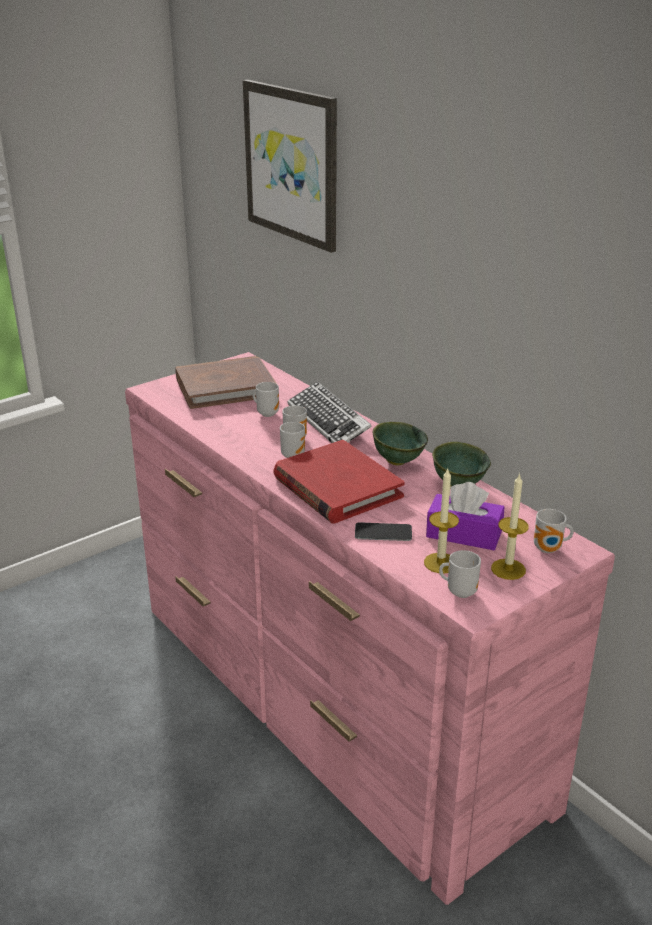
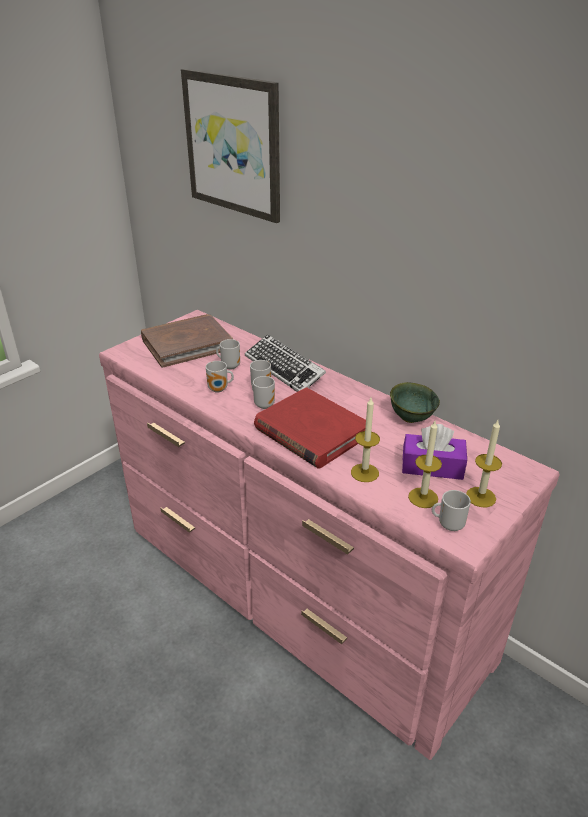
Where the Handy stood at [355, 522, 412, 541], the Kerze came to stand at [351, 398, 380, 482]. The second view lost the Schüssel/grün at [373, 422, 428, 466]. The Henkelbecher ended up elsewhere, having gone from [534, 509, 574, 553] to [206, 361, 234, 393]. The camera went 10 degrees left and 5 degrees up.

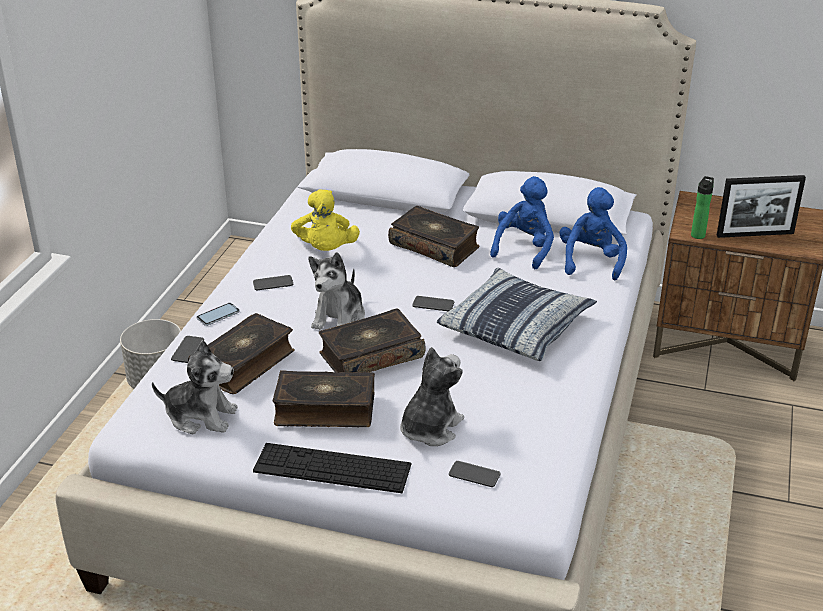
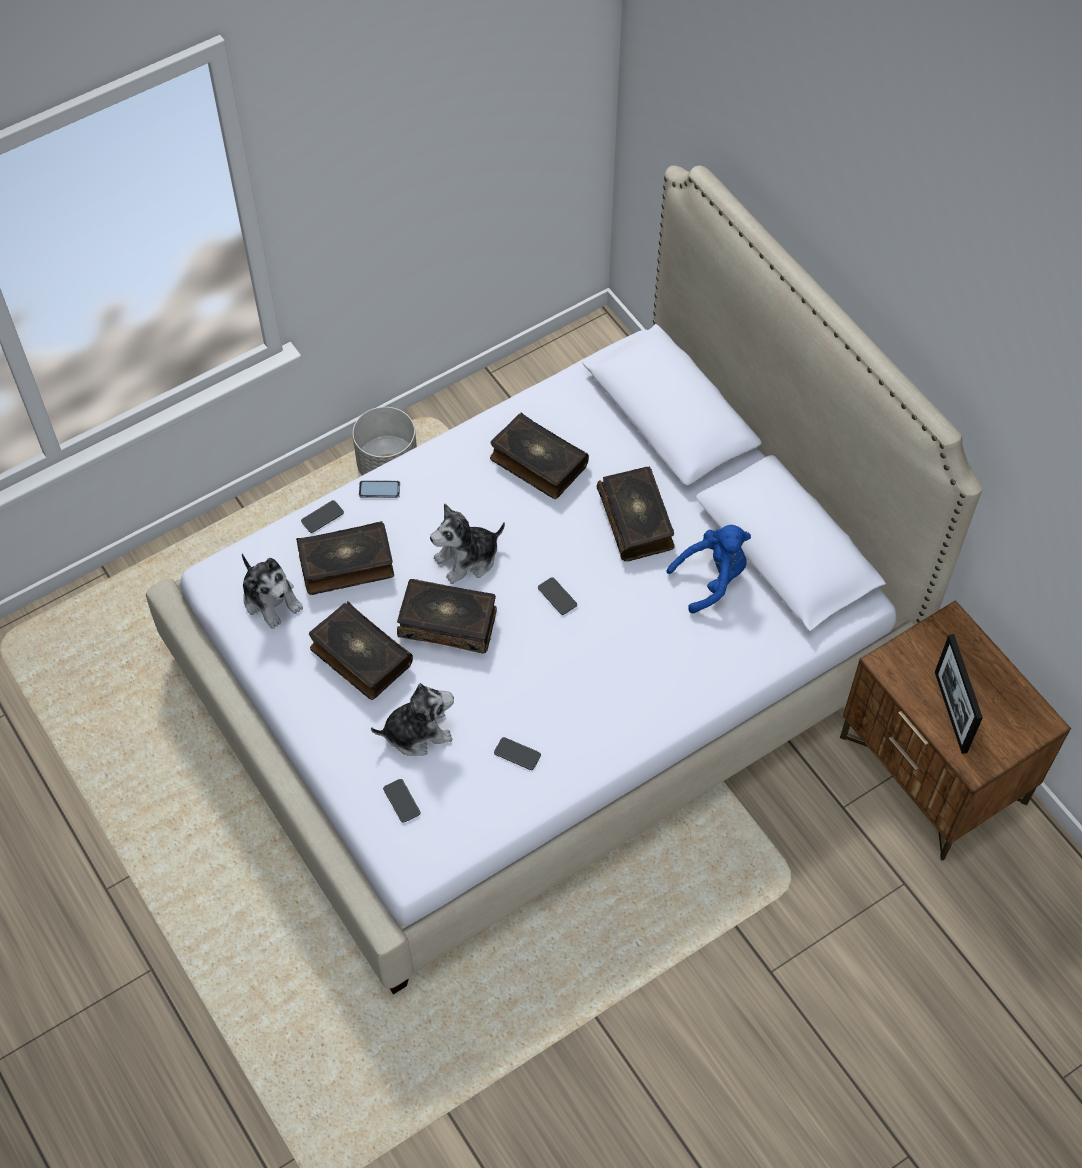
The Handy ended up elsewhere, having gone from [253, 275, 293, 290] to [494, 737, 541, 770]. The second view lost the Tastatur at [253, 443, 411, 493]. Where the Plüschtier/gelb stood at [291, 189, 360, 251], the Buch came to stand at [490, 412, 589, 499]. The second view lost the Kissen at [437, 268, 597, 361]. The second view lost the Plüschtier/blau at [560, 187, 627, 281]. The second view lost the Flasche at [691, 176, 714, 239]. The Bilderrahmen at [717, 175, 806, 238] ended up facing another way, 45 degrees clockwise from before. The camera went 40 degrees right and 25 degrees up.

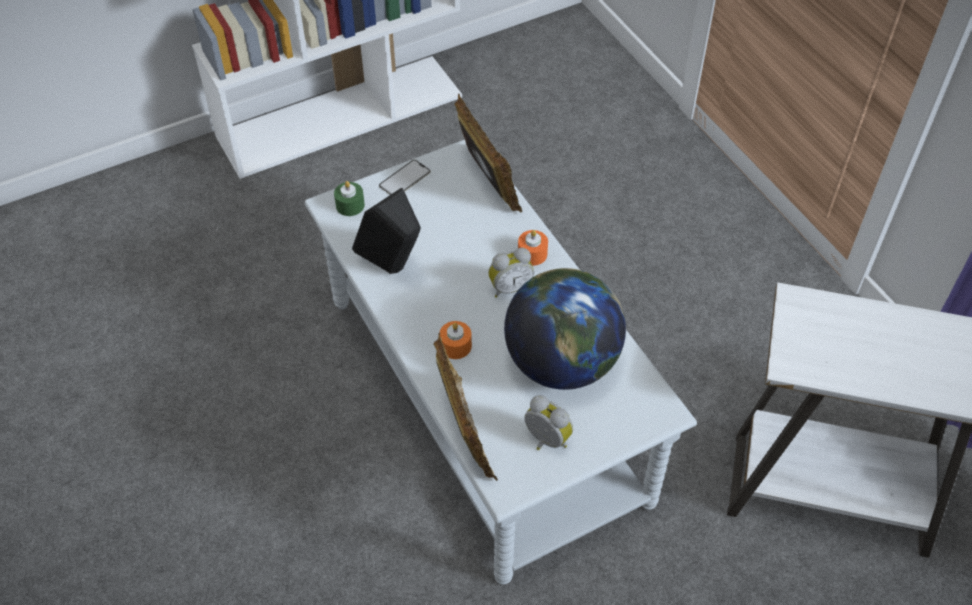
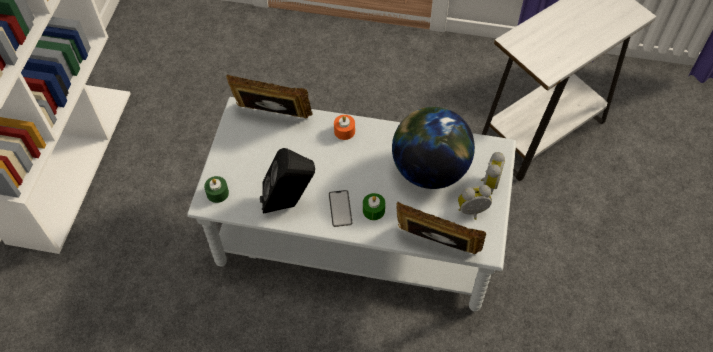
The Handy ended up elsewhere, having gone from [379, 159, 431, 195] to [329, 190, 353, 227]. What was the Kerze/orange at [440, 321, 472, 359] turned into the Kerze/grün at [363, 193, 385, 220]. The Wecker ended up elsewhere, having gone from [488, 248, 534, 298] to [481, 152, 505, 194]. The camera went 50 degrees left and 5 degrees up.

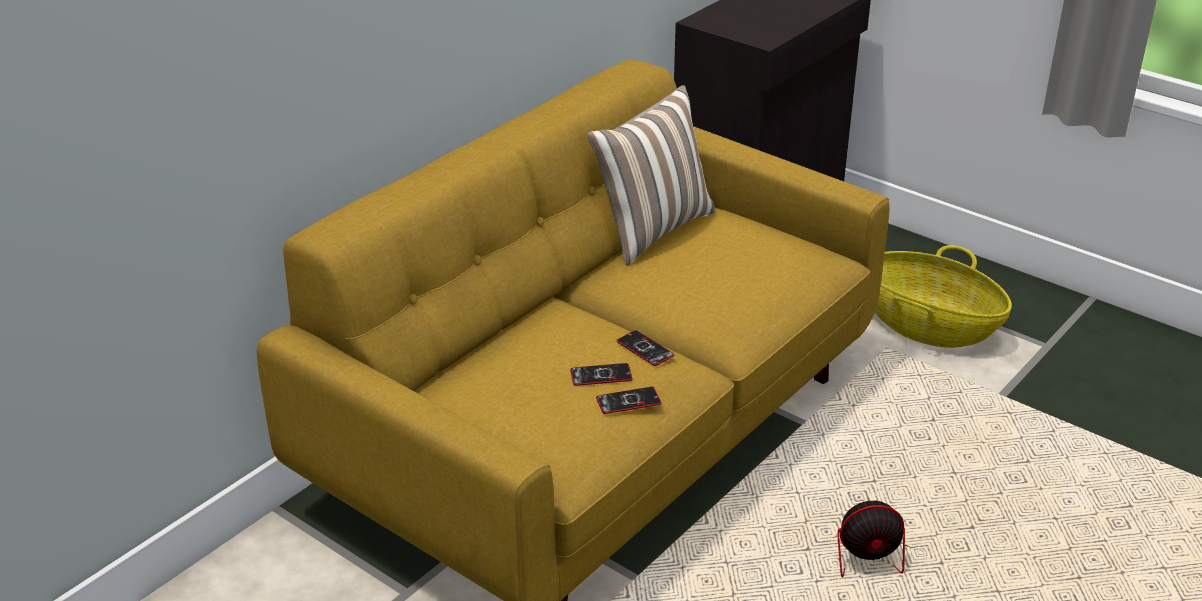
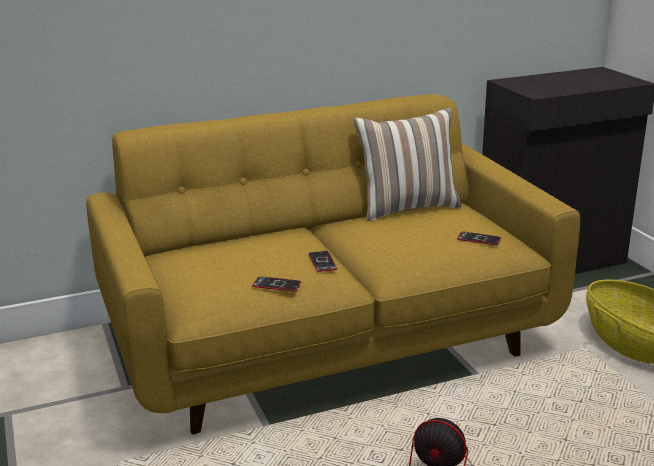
The Handy ended up elsewhere, having gone from [570, 363, 633, 386] to [457, 231, 501, 245]. The camera went 30 degrees right and 10 degrees down.

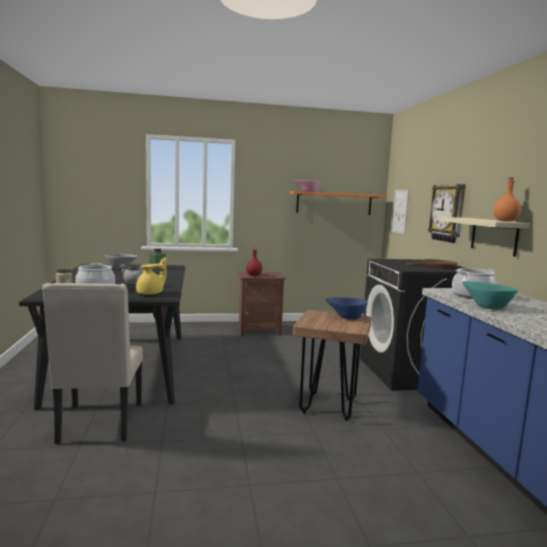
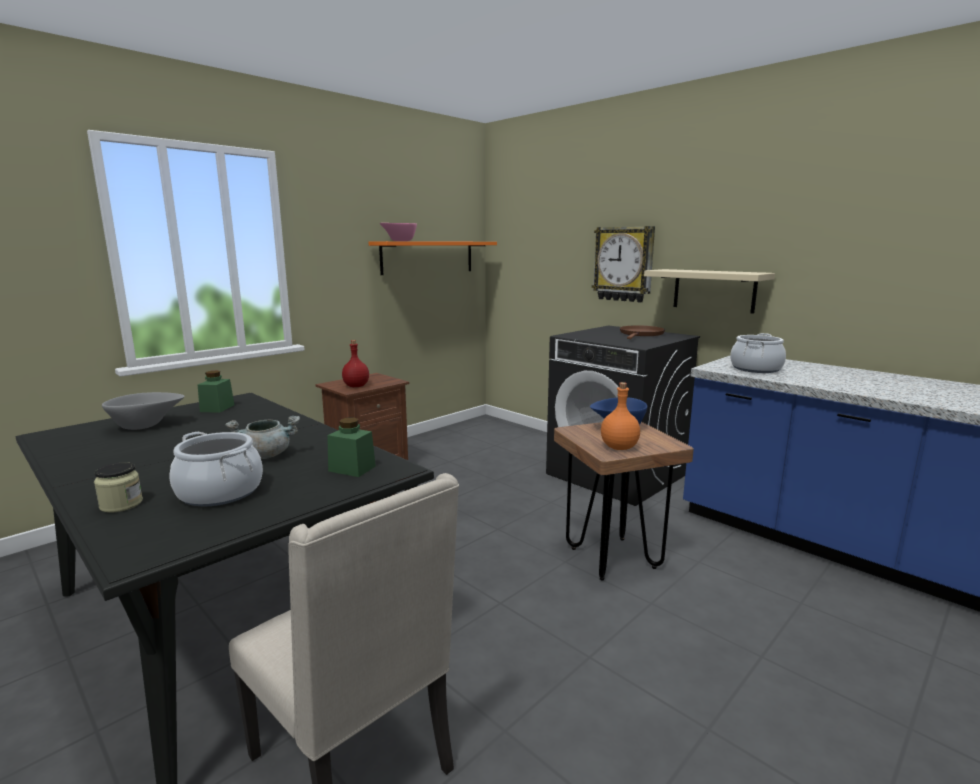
Where the Teekanne/gelb stood at [136, 257, 167, 295], the Vorratsglas/grün came to stand at [327, 418, 376, 477]. The second view lost the Bild at [391, 190, 409, 234]. The second view lost the Schüssel/türkis at [462, 281, 518, 309]. The Flasche/orange ended up elsewhere, having gone from [493, 177, 521, 222] to [601, 382, 640, 450]. The camera went 35 degrees left and 5 degrees up.

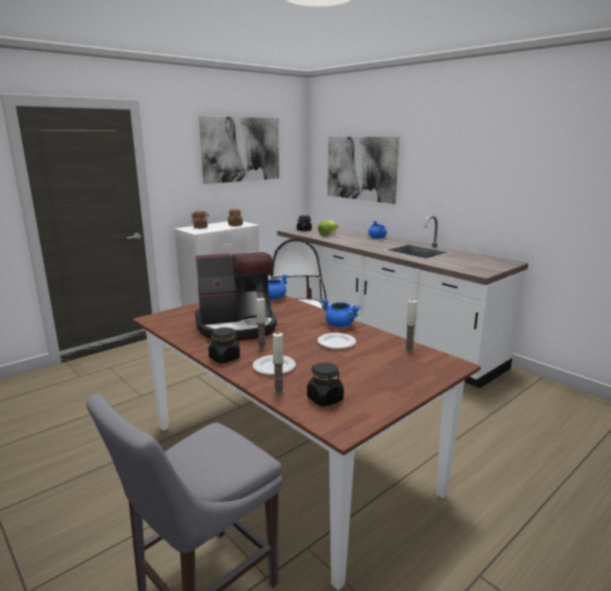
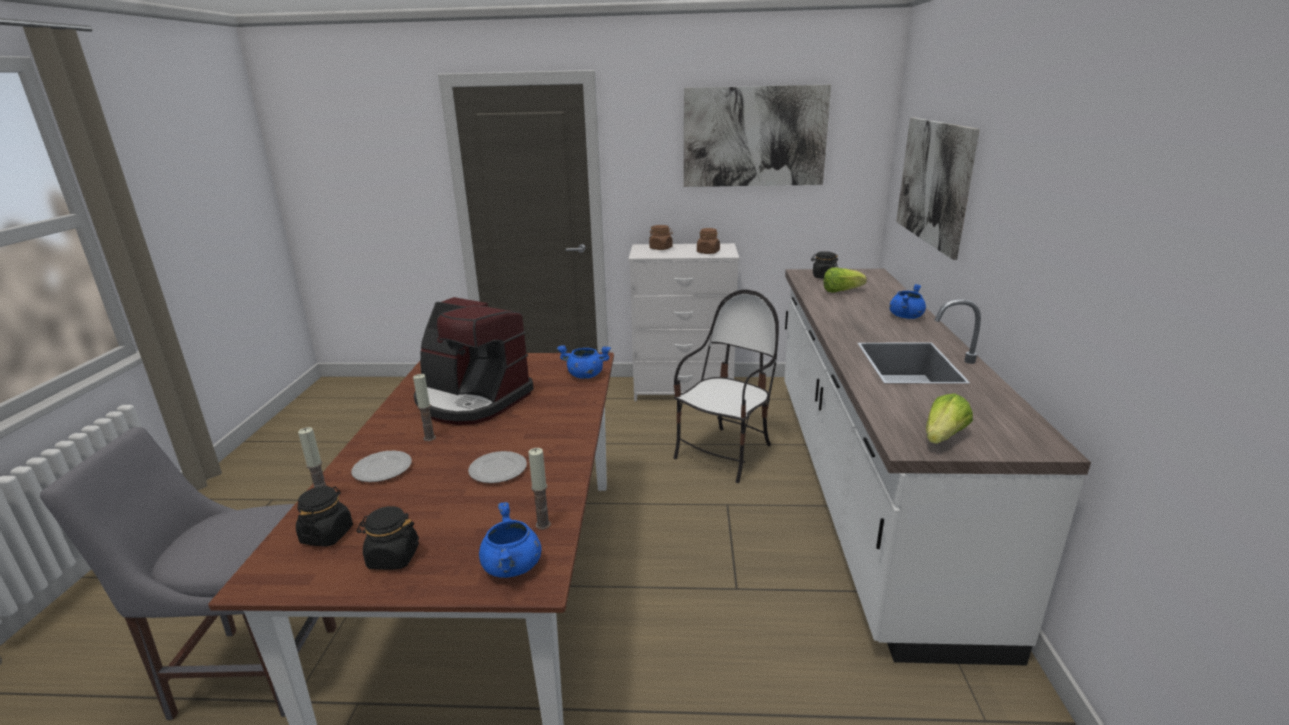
The Vorratsglas/schwarz ended up elsewhere, having gone from [207, 327, 240, 364] to [357, 506, 419, 570]. The Kochtopf/blau ended up elsewhere, having gone from [321, 298, 360, 327] to [479, 502, 542, 578]. The second view gained the Salatkopf at [926, 393, 973, 444]. The camera went 45 degrees right and 5 degrees up.

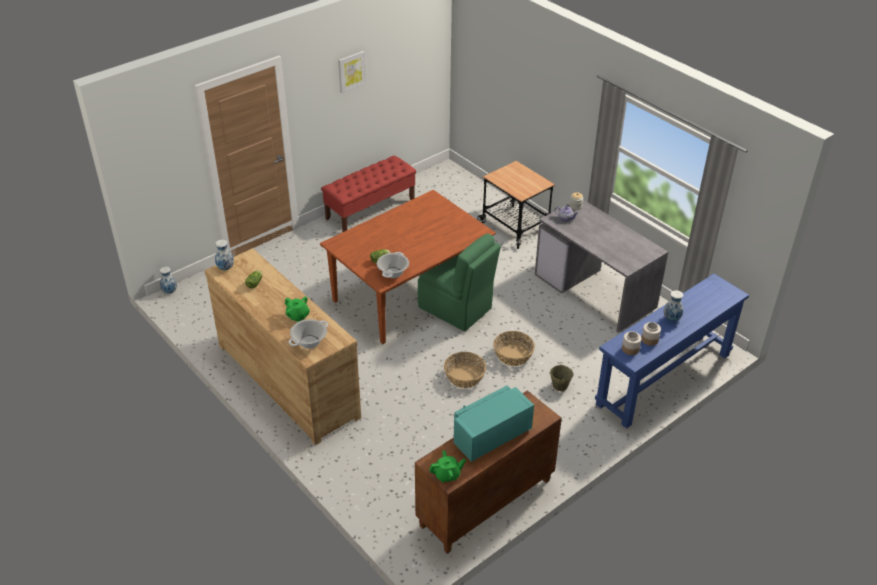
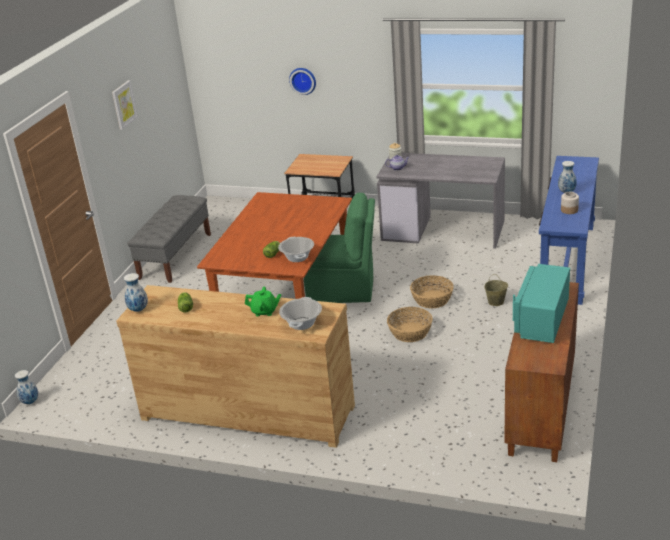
What was the Bank/rot at [321, 156, 416, 232] turned into the Bank/grau at [128, 195, 211, 283]. The second view lost the Teekanne/grün at [429, 450, 466, 482]. The second view lost the Vorratsglas at [622, 331, 642, 355]. The second view gained the Wanduhr at [289, 68, 316, 95]. The camera went 30 degrees left and 10 degrees down.

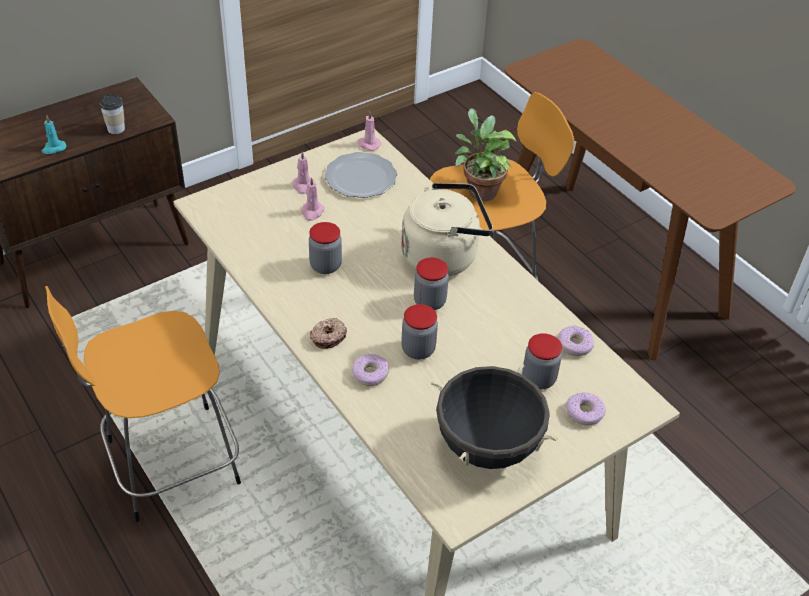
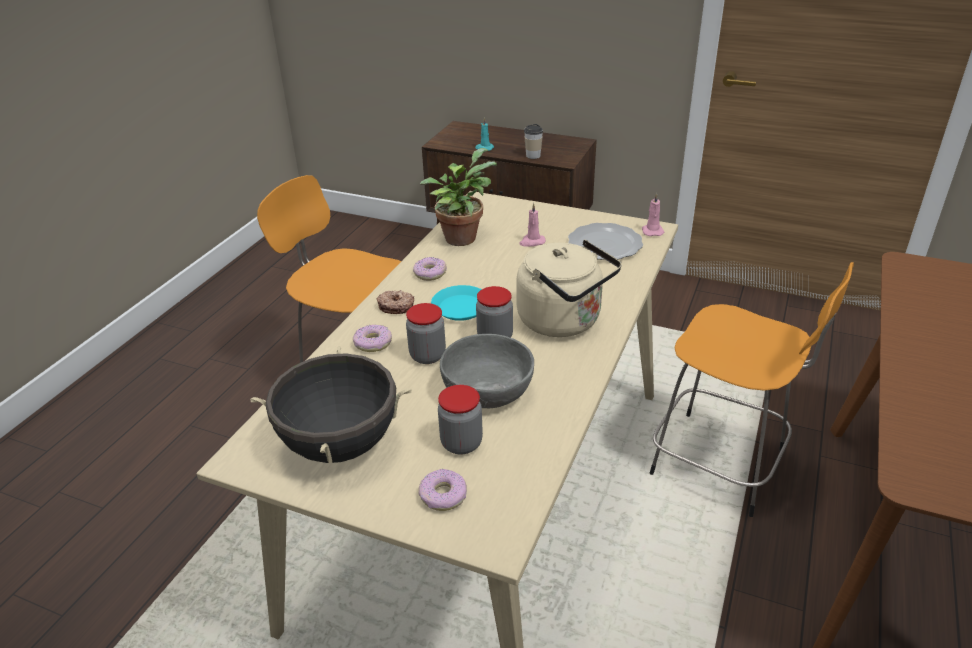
The second view lost the Kerze/rosa at [293, 151, 315, 194]. The second view lost the Vorratsglas at [309, 222, 342, 274]. The Topfpflanze ended up elsewhere, having gone from [455, 108, 517, 201] to [420, 148, 497, 246]. The Donut ended up elsewhere, having gone from [558, 325, 594, 356] to [413, 257, 447, 281]. The second view gained the Teller/türkis at [431, 285, 482, 321]. The second view gained the Schüssel/grau at [440, 334, 534, 408]. The camera went 60 degrees right and 10 degrees down.

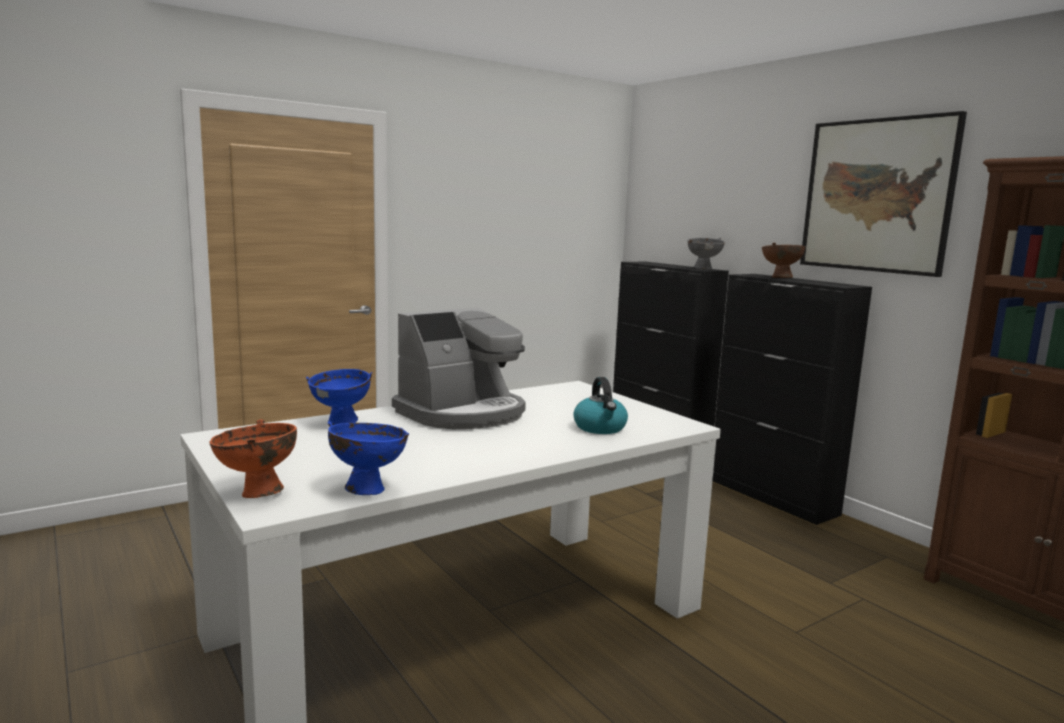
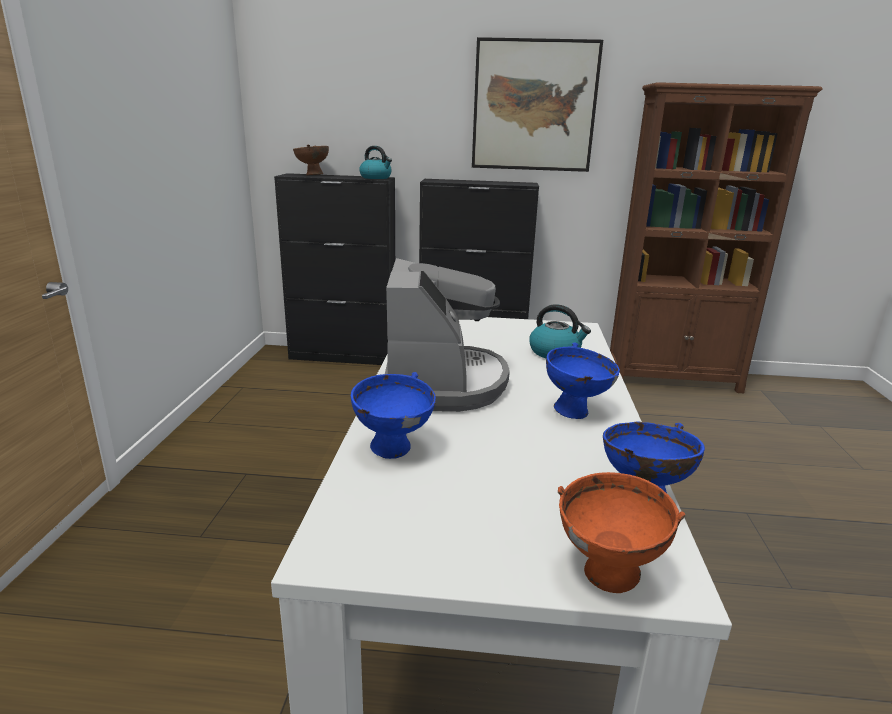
Where the Schüssel/grau stood at [688, 237, 725, 270], the Wasserkessel came to stand at [359, 146, 392, 179]. The Schüssel/braun ended up elsewhere, having gone from [762, 243, 805, 278] to [293, 145, 329, 175]. The second view gained the Schüssel/blau at [546, 342, 620, 419]. The camera went 50 degrees left and 10 degrees up.

